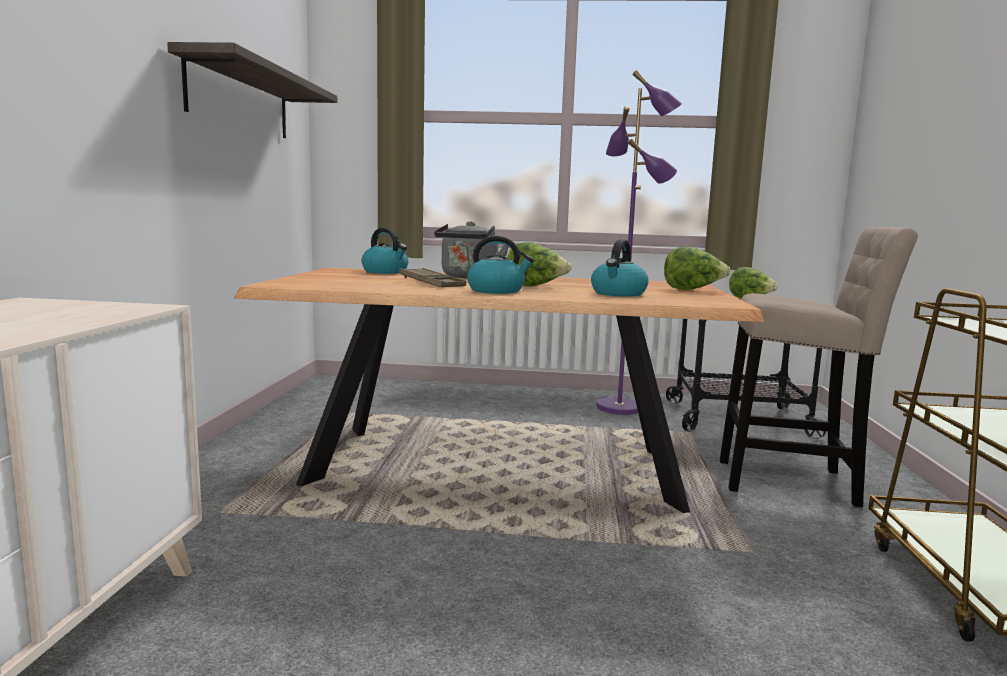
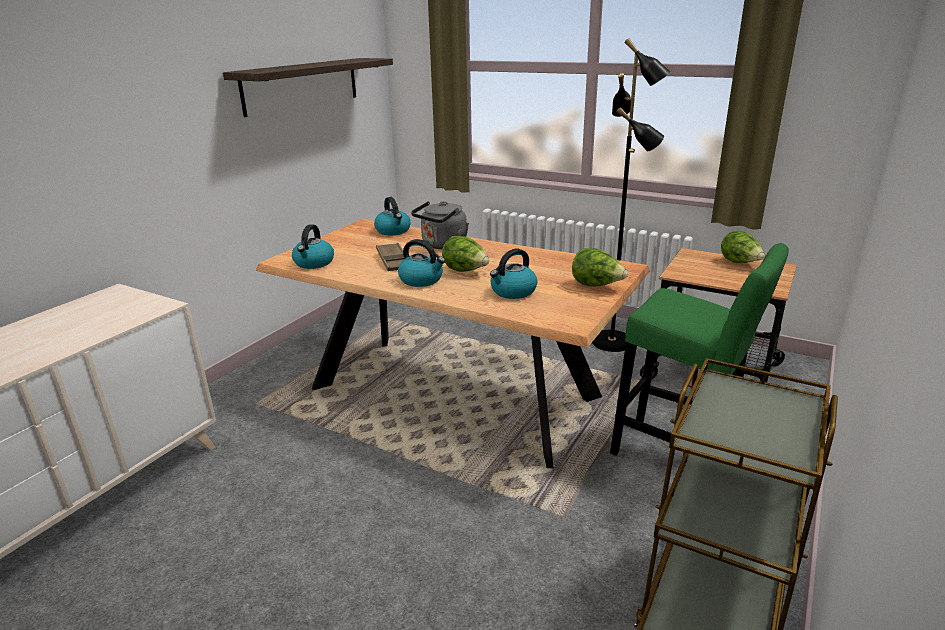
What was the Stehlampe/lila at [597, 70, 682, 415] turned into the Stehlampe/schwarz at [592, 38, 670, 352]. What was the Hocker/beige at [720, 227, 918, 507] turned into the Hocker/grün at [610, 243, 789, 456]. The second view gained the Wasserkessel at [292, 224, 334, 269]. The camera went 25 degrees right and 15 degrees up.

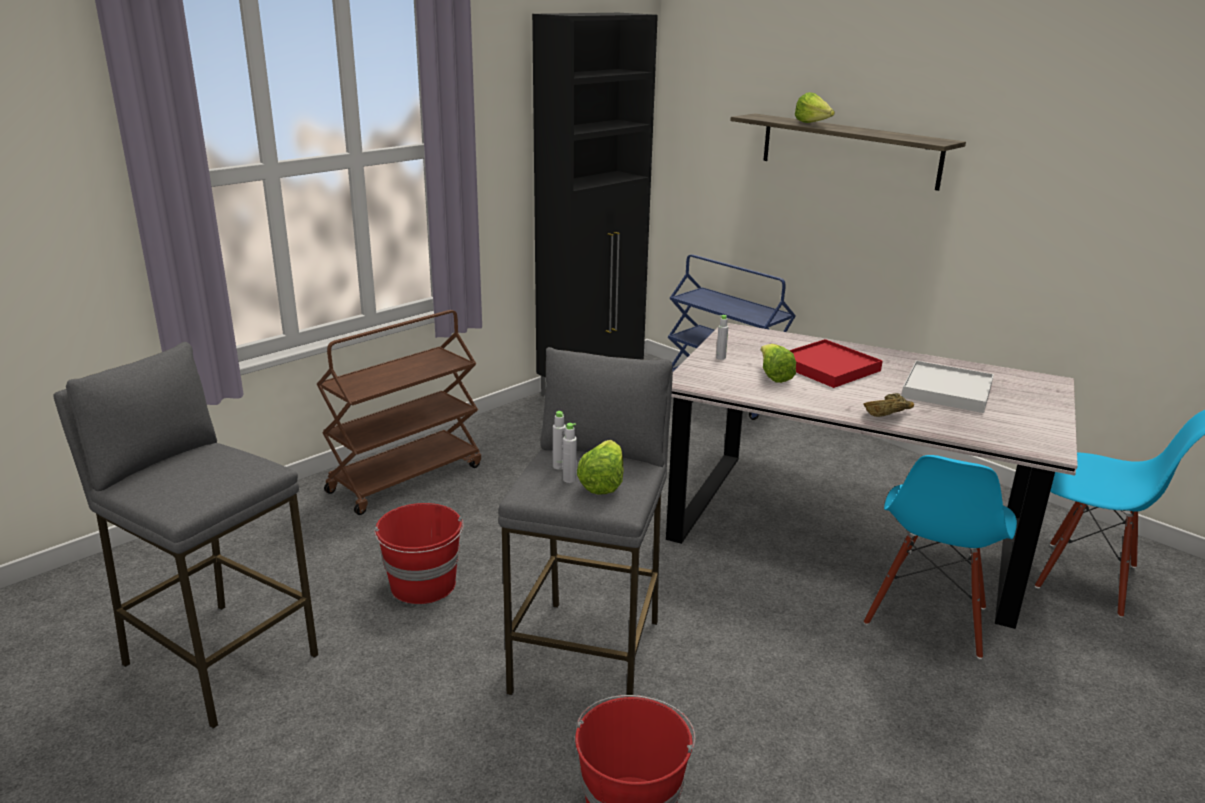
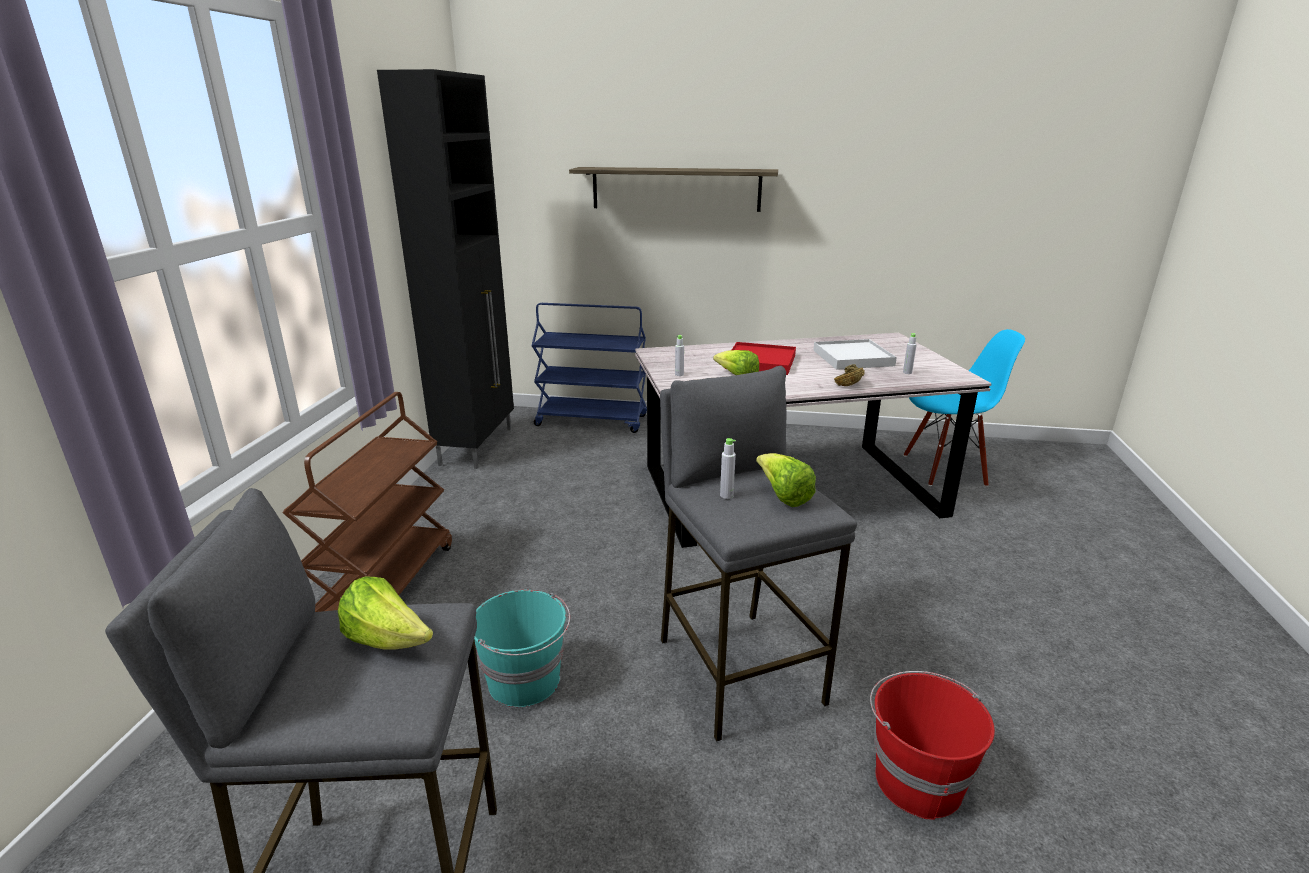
What was the Eimer/rot at [374, 503, 464, 604] turned into the Eimer/türkis at [474, 590, 570, 707]. The Flasche/grau ended up elsewhere, having gone from [563, 423, 577, 483] to [903, 333, 917, 374]. The Salatkopf ended up elsewhere, having gone from [795, 92, 835, 123] to [338, 577, 433, 650]. The second view lost the Stuhl/blau at [864, 455, 1017, 659]. The camera went 35 degrees left and 0 degrees up.

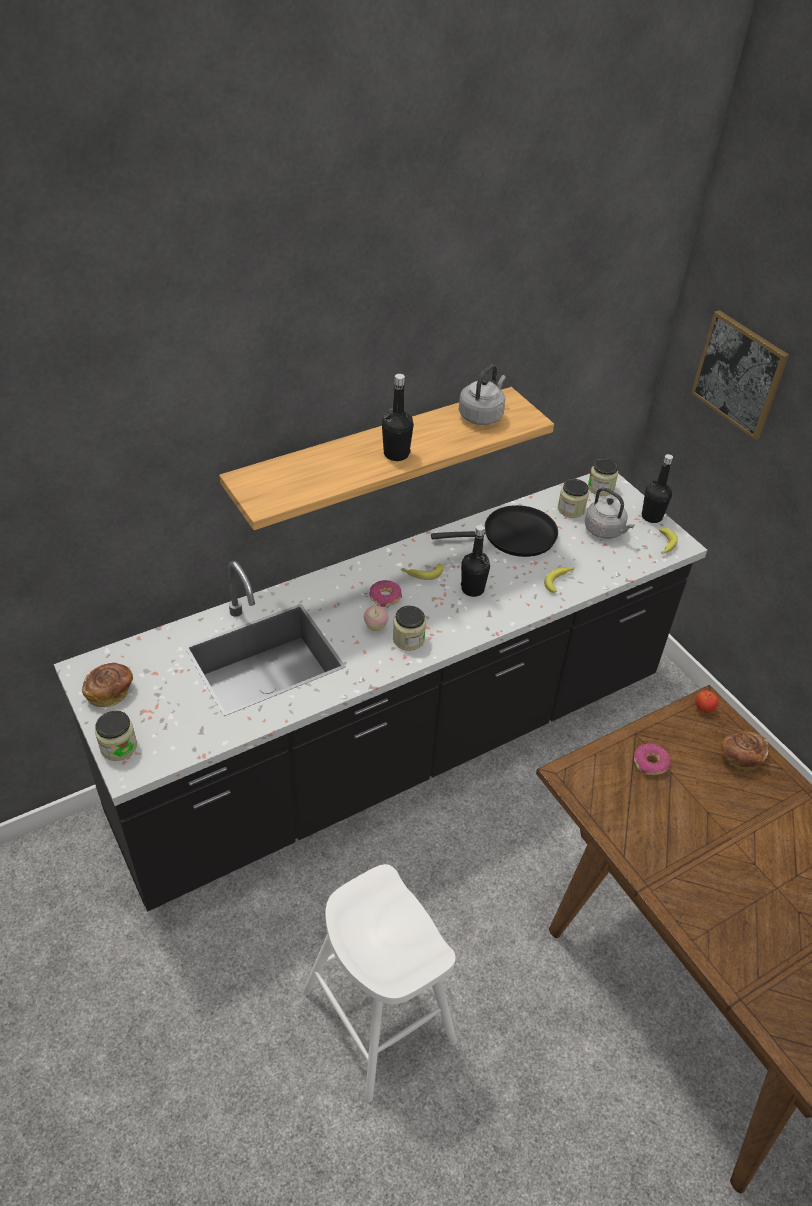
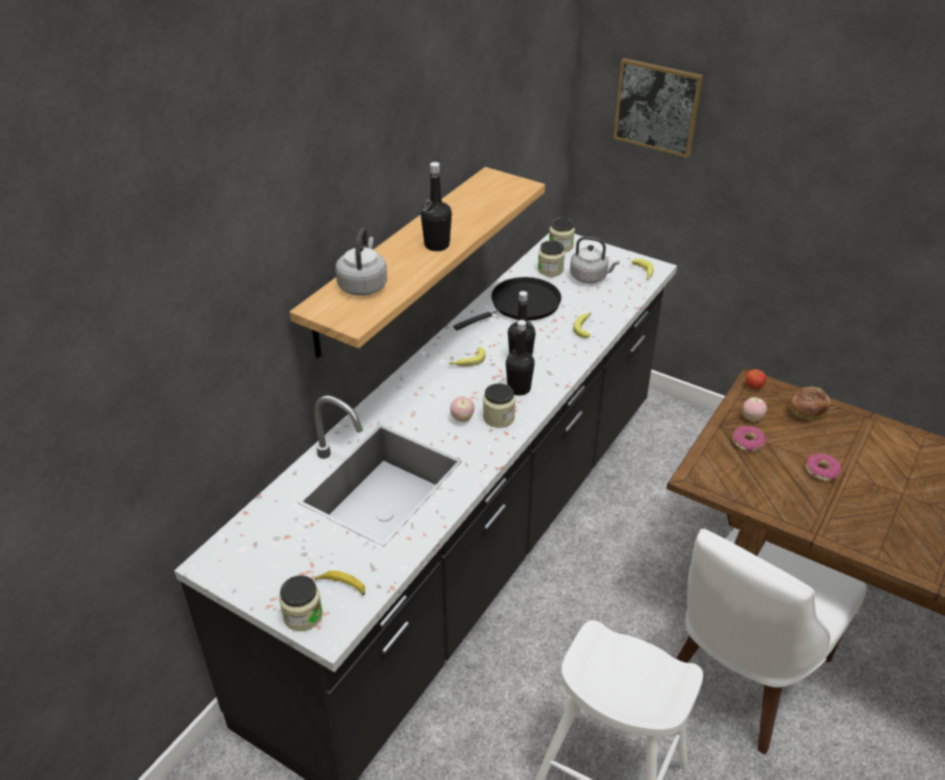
The second view lost the Brot at [82, 663, 133, 707]. The Donut ended up elsewhere, having gone from [369, 580, 402, 607] to [806, 453, 841, 481]. The Wasserkessel/grau ended up elsewhere, having gone from [459, 365, 506, 425] to [336, 228, 387, 296]. The Flasche/schwarz ended up elsewhere, having gone from [642, 454, 673, 523] to [506, 320, 535, 395]. The second view gained the Banane at [315, 570, 365, 595]. The second view gained the Stuhl/weiß at [676, 528, 867, 755]. The second view gained the Apfel at [743, 397, 767, 421]. The camera went 25 degrees left and 5 degrees down.

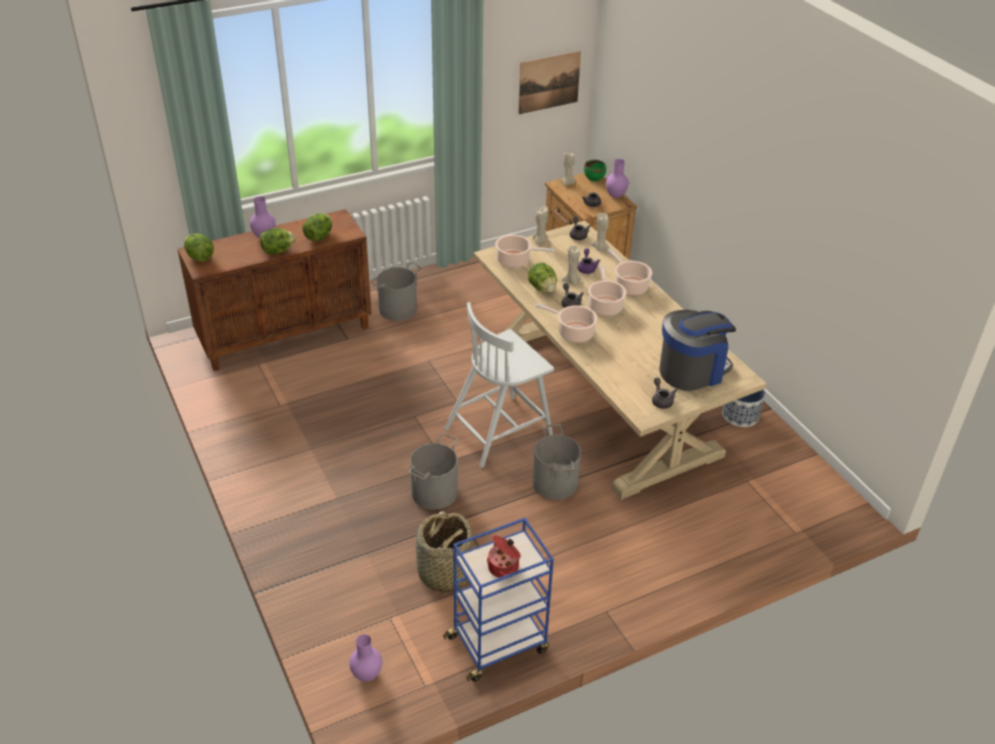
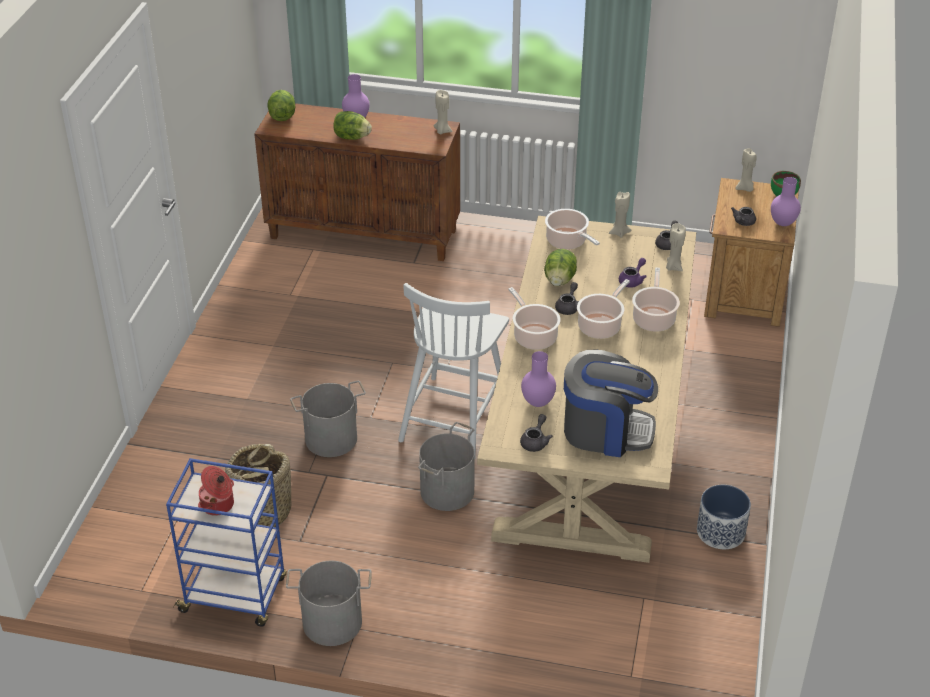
The second view lost the Salatkopf at [302, 213, 332, 241]. The Vase/lila ended up elsewhere, having gone from [349, 634, 382, 681] to [521, 351, 556, 407]. The Eimer/grau ended up elsewhere, having gone from [370, 262, 422, 321] to [286, 561, 372, 646]. The Stuhl/weiß at [444, 302, 554, 468] ended up facing another way, 75 degrees counterclockwise from before. The second view lost the Bild at [518, 51, 581, 114]. The Kerze/beige ended up elsewhere, having gone from [562, 246, 581, 285] to [434, 90, 453, 134]. The camera went 40 degrees right and 0 degrees up.

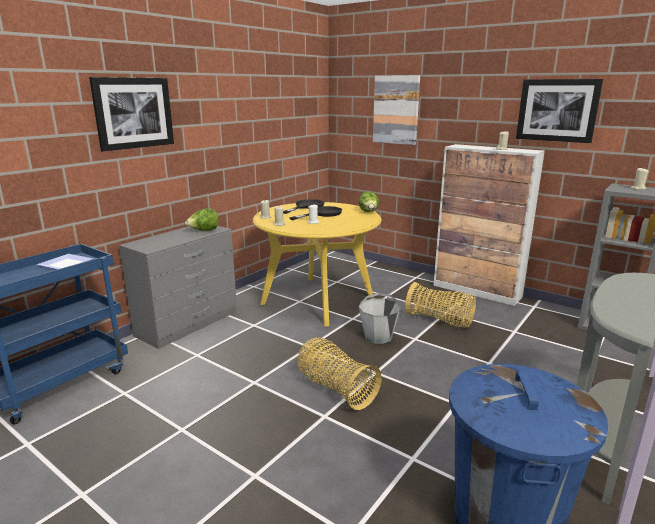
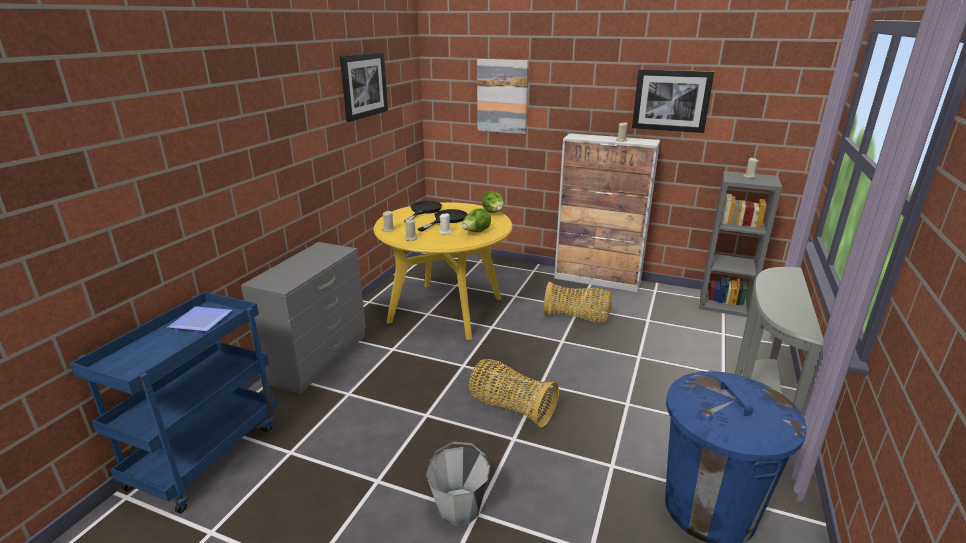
The Bild ended up elsewhere, having gone from [89, 77, 174, 152] to [340, 52, 388, 122]. The Salatkopf ended up elsewhere, having gone from [185, 208, 219, 231] to [462, 208, 491, 232]. The Eimer/grau ended up elsewhere, having gone from [359, 293, 401, 344] to [426, 442, 490, 526]. The camera went 15 degrees left and 5 degrees up.

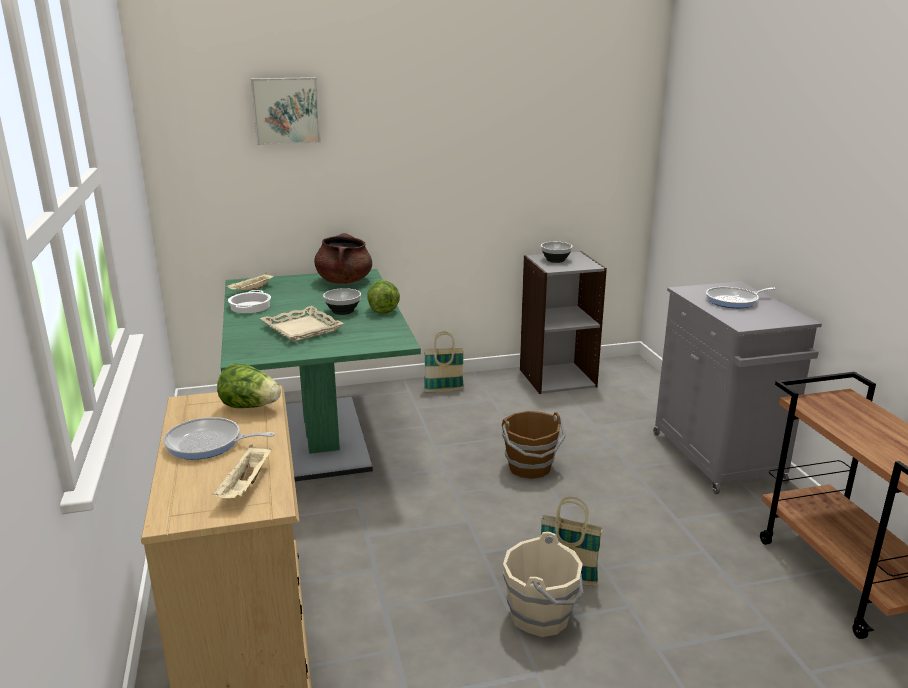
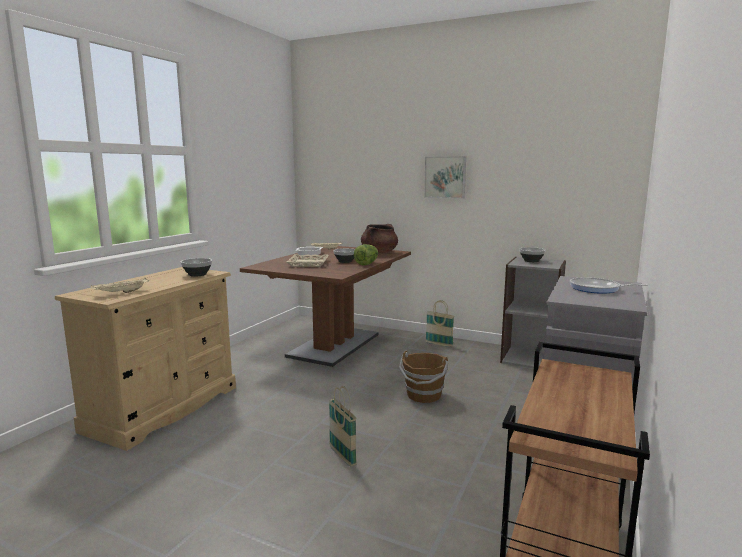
The second view lost the Pfanne at [163, 417, 275, 460]. Where the Salatkopf stood at [217, 363, 281, 408], the Schüssel came to stand at [181, 258, 212, 277]. What was the Esstisch/grün at [221, 269, 421, 481] turned into the Esstisch/braun at [240, 246, 411, 367]. The Bild ended up elsewhere, having gone from [251, 77, 321, 145] to [424, 156, 466, 199]. The second view lost the Eimer/beige at [503, 532, 583, 637]. The camera went 40 degrees right and 10 degrees down.

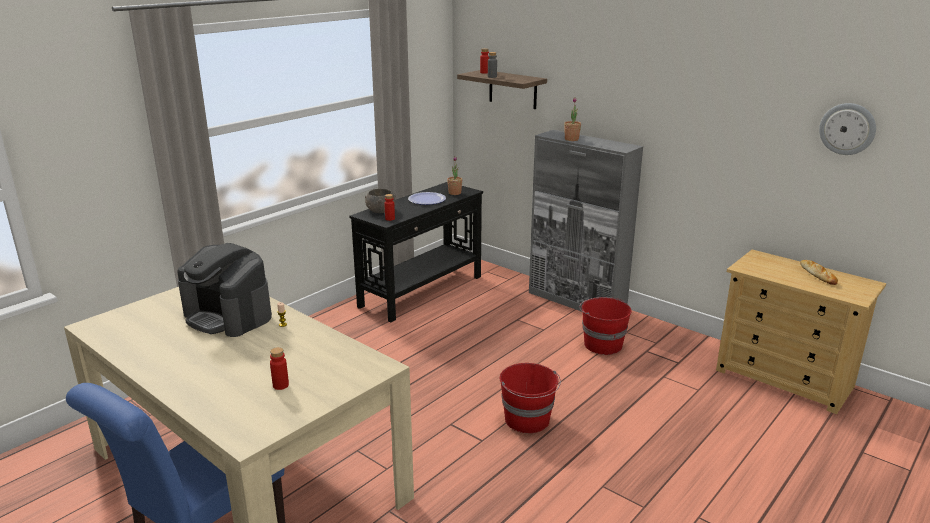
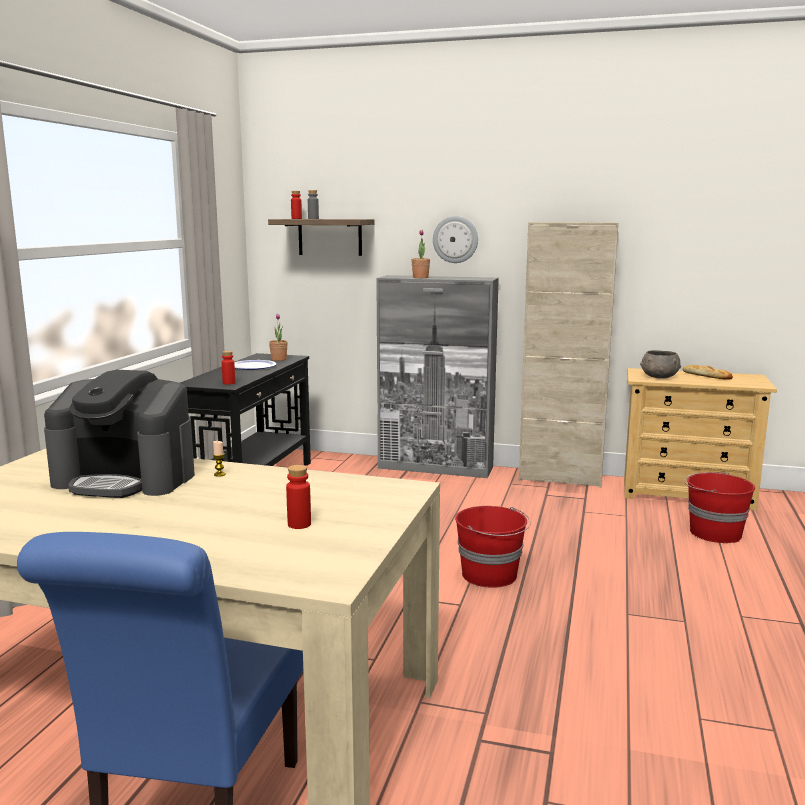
The Schüssel/grau ended up elsewhere, having gone from [365, 188, 396, 213] to [640, 350, 681, 379]. The Eimer/rot ended up elsewhere, having gone from [579, 297, 632, 355] to [684, 472, 755, 543]. The Wanduhr ended up elsewhere, having gone from [819, 103, 876, 155] to [433, 216, 478, 263]. The second view gained the Schrank/beige at [519, 222, 618, 488]. The camera went 25 degrees left and 10 degrees down.

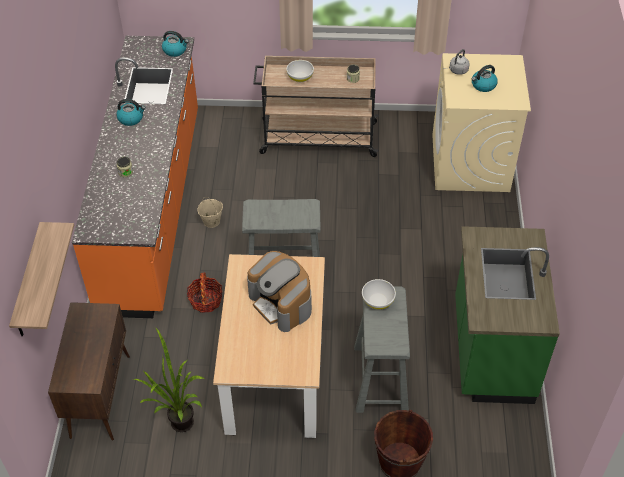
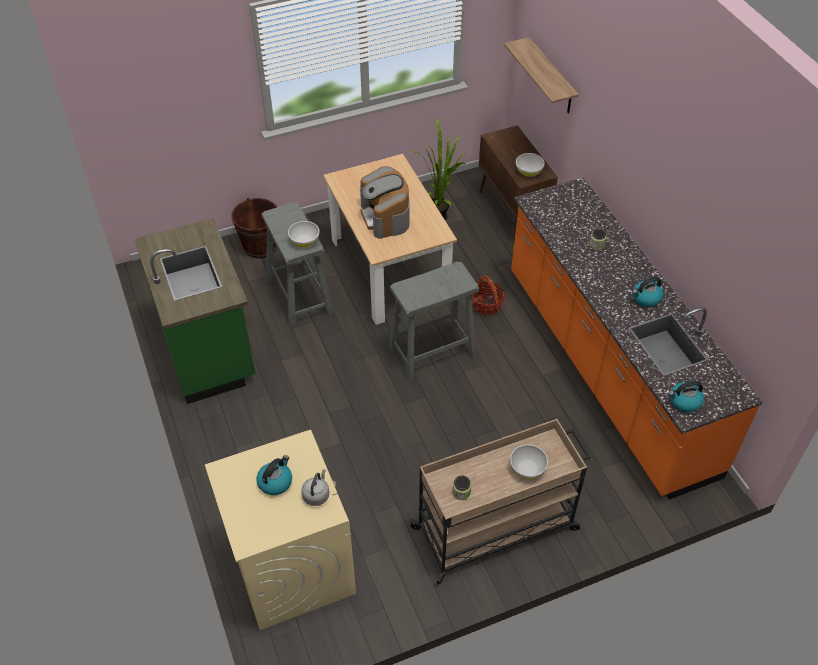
The second view lost the Eimer/beige at [197, 197, 223, 228]. The Kaffeemaschine at [247, 251, 312, 332] ended up facing another way, 135 degrees counterclockwise from before. The second view gained the Schüssel/weiß at [516, 153, 545, 177]. The camera went 155 degrees right and 0 degrees up.

